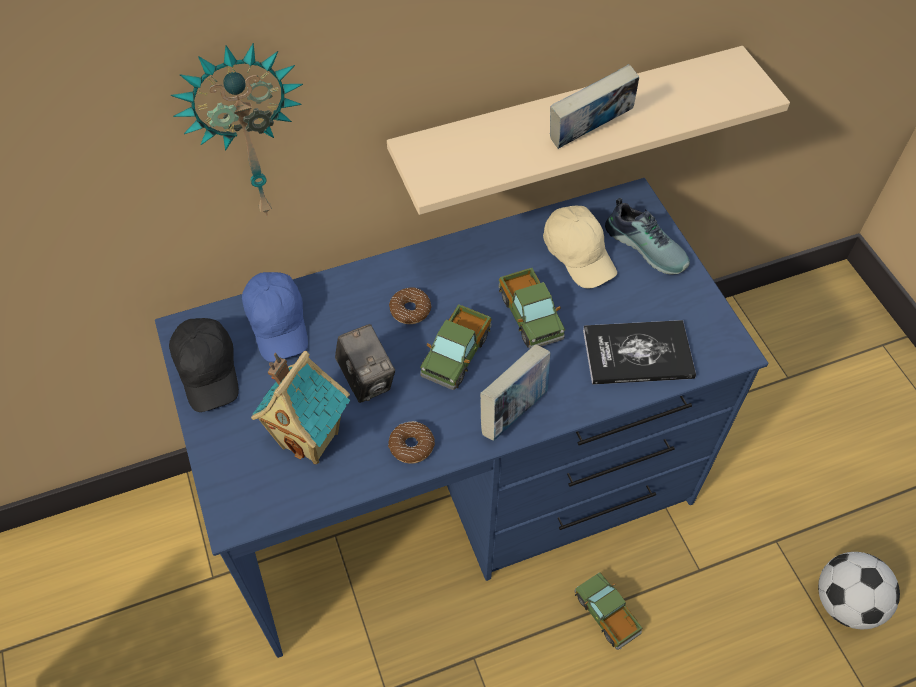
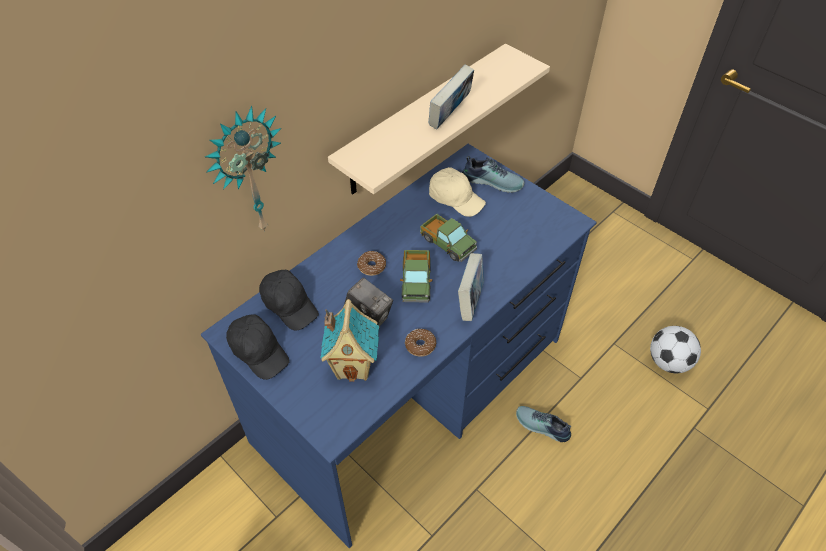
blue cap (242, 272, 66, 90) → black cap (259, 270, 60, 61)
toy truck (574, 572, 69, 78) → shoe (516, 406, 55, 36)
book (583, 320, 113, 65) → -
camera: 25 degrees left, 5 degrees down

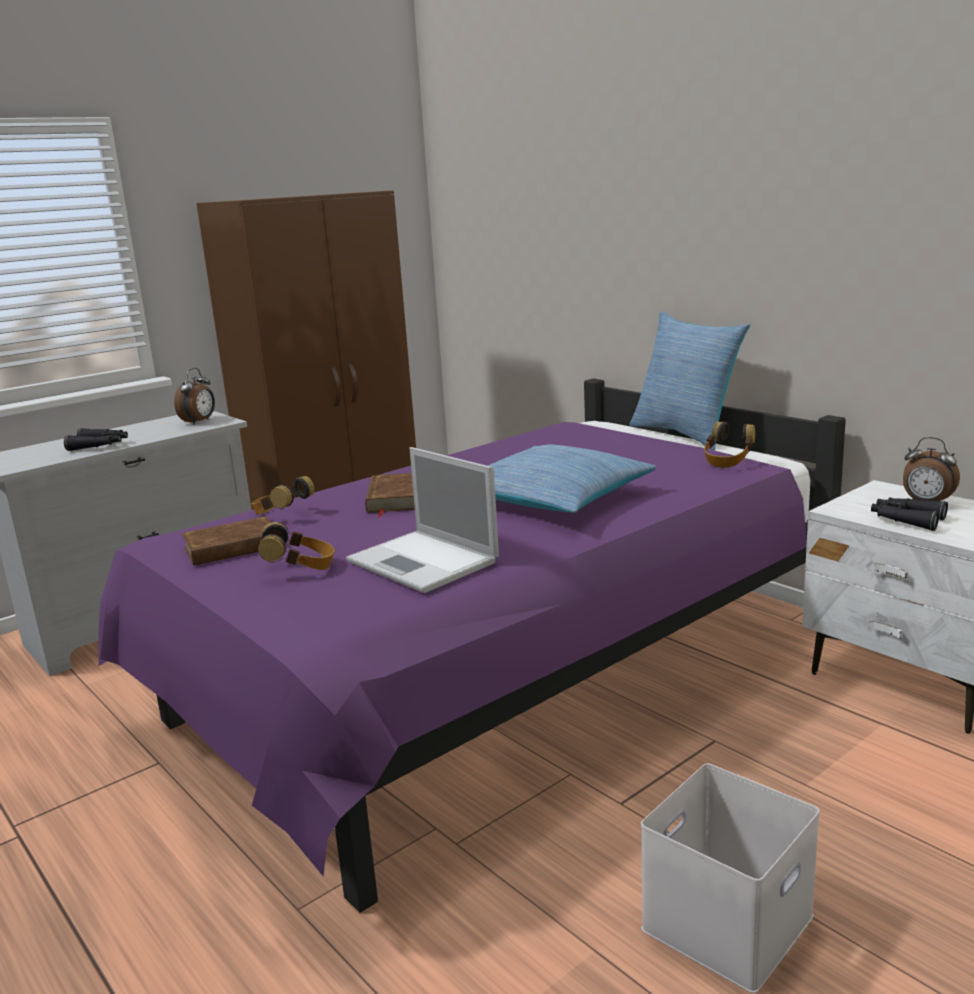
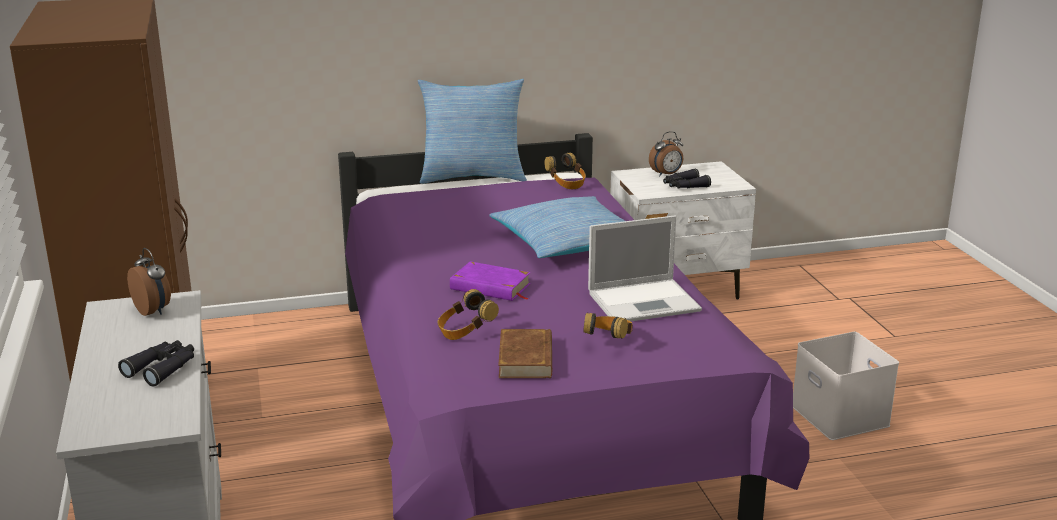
brown book (365, 473, 50, 44) → purple book (450, 261, 81, 40)
camera: 65 degrees left, 5 degrees up

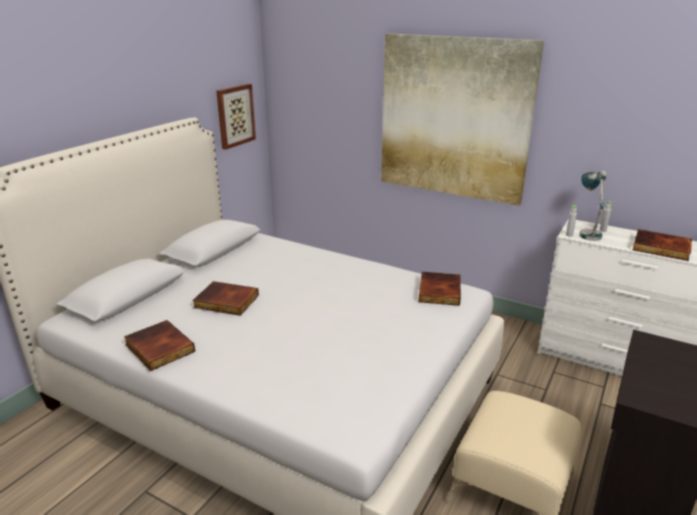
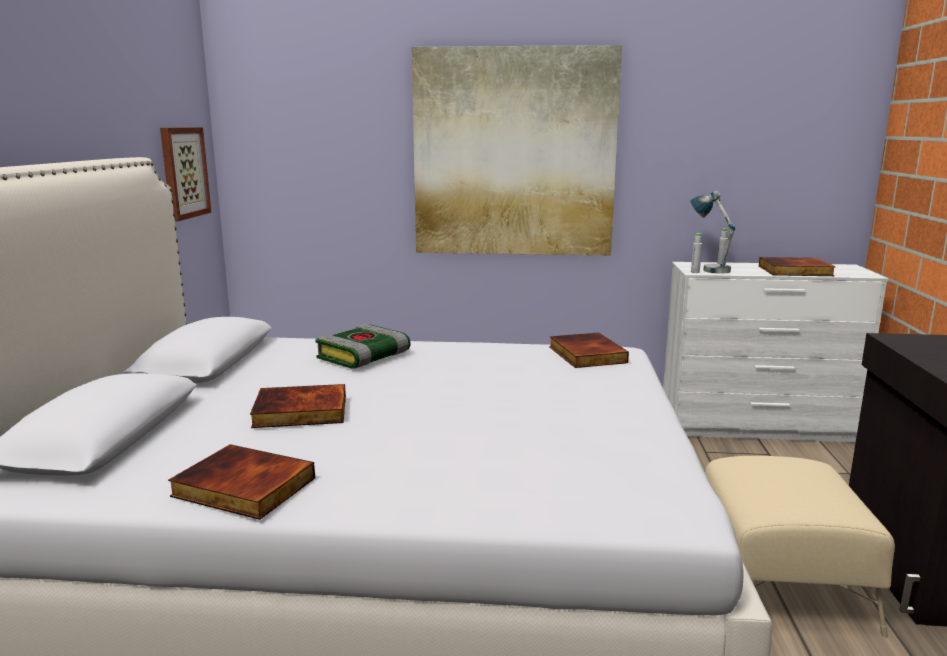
- → book (315, 324, 96, 45)
camera: 25 degrees left, 10 degrees down

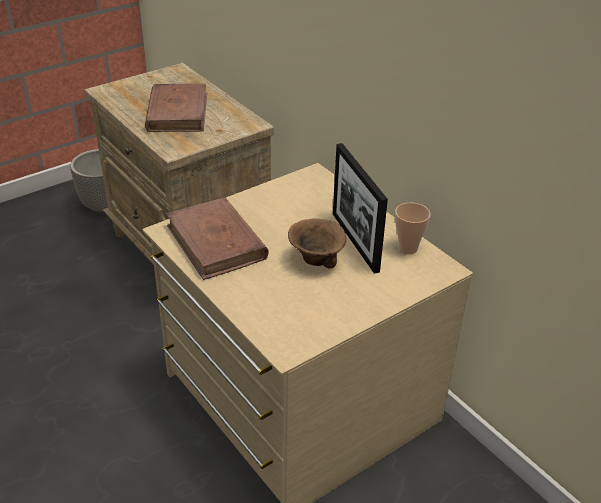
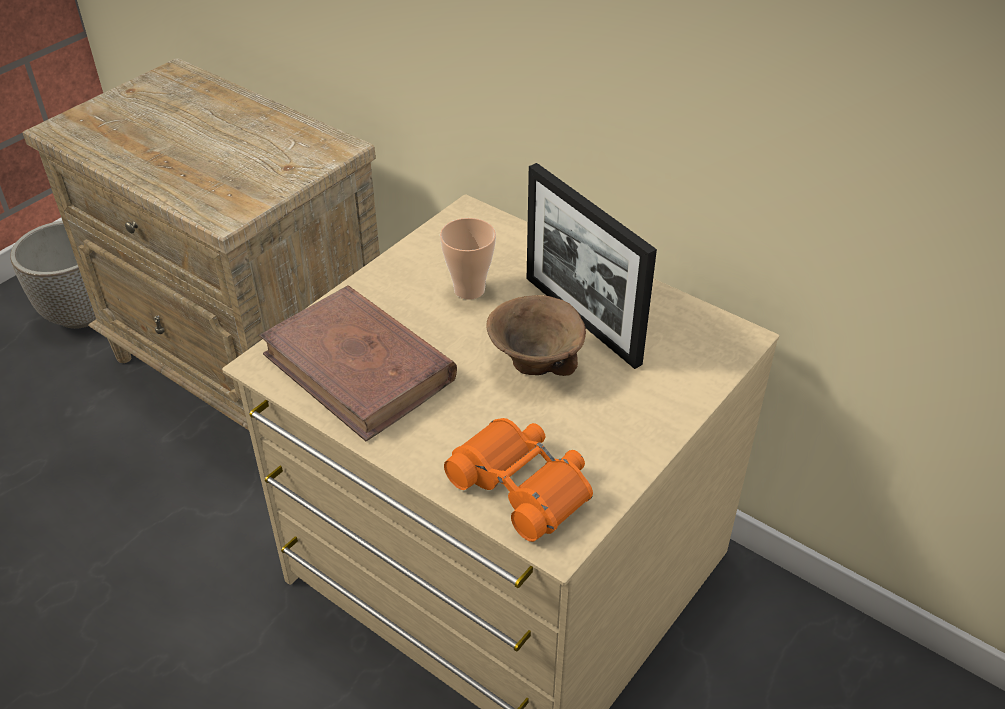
cup (395, 203, 36, 51) → cup (440, 218, 56, 82), move
- → orange binoculars (444, 418, 149, 124)
brown book (145, 83, 62, 49) → -
camera: 15 degrees left, 5 degrees up

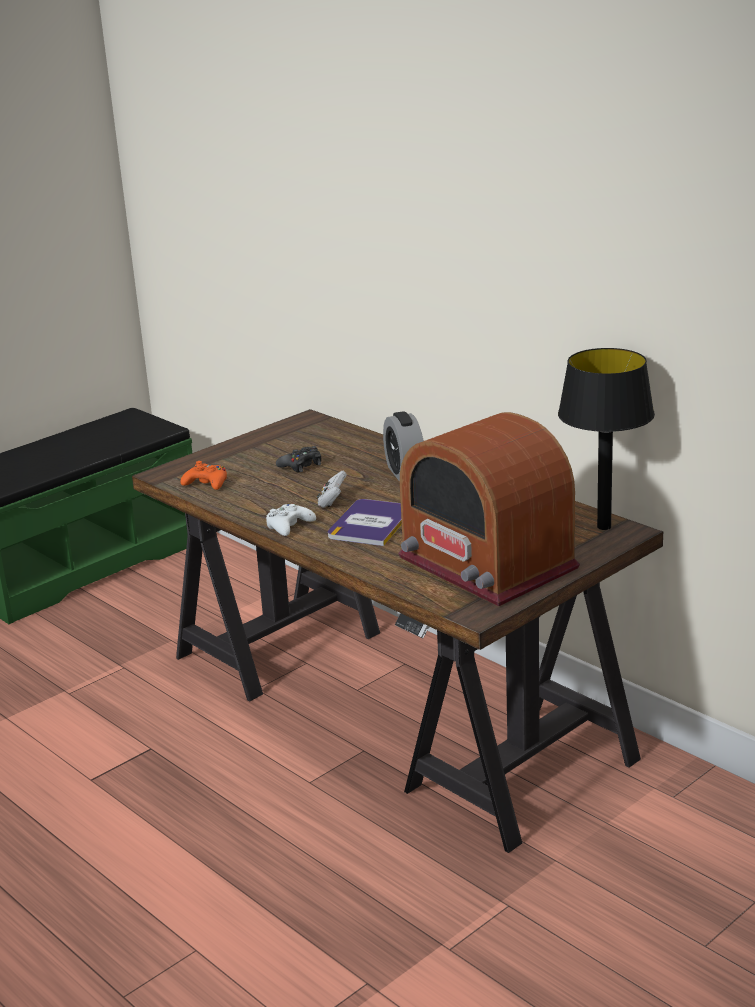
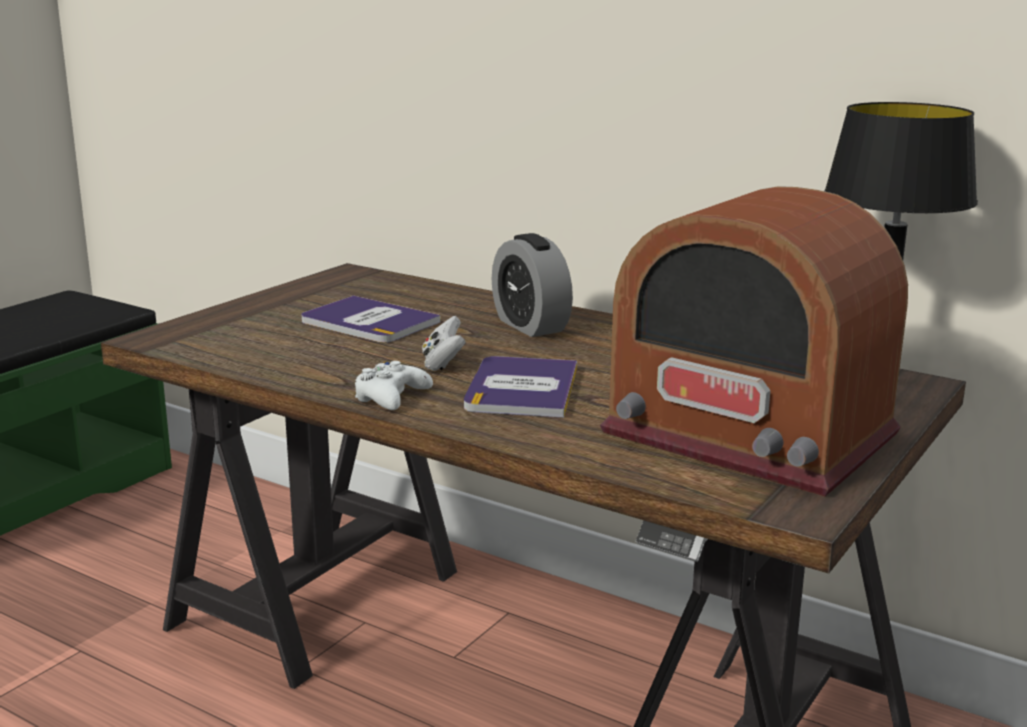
black game controller (276, 446, 45, 27) → book (301, 296, 140, 47)
orange game controller (180, 461, 47, 29) → -
camera: 15 degrees left, 5 degrees down

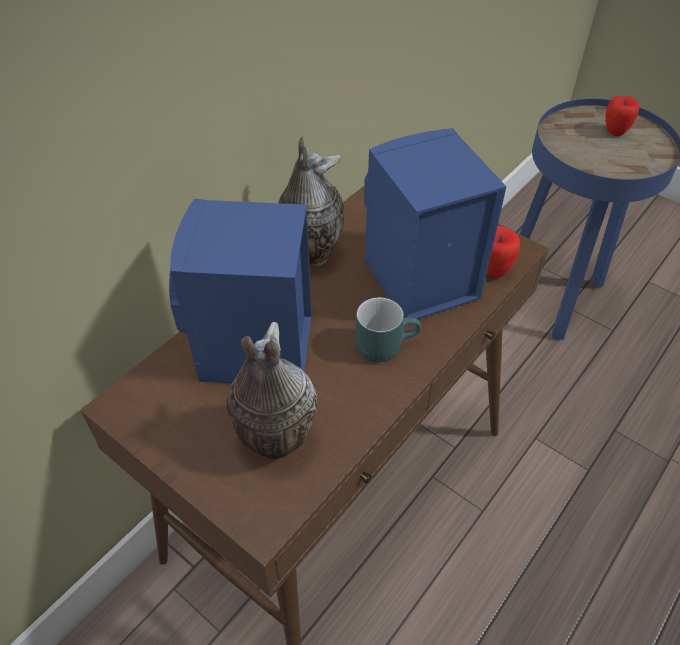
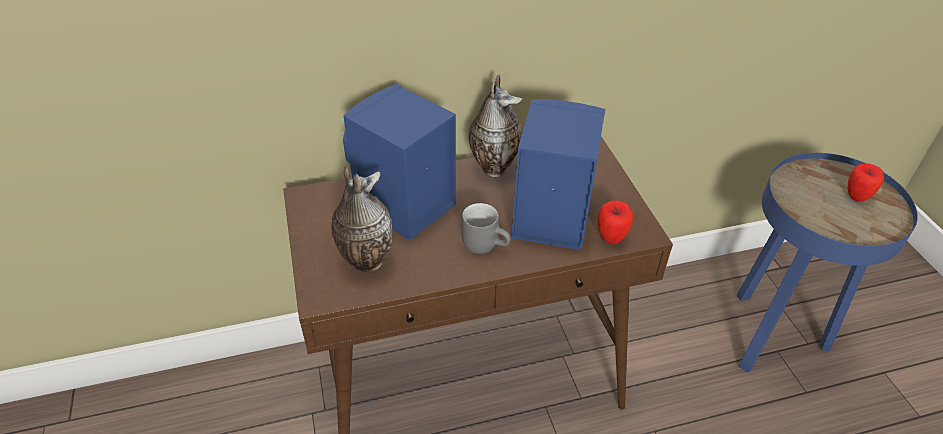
turquoise mug (356, 297, 65, 65) → grey mug (462, 203, 49, 51)
camera: 35 degrees right, 5 degrees down

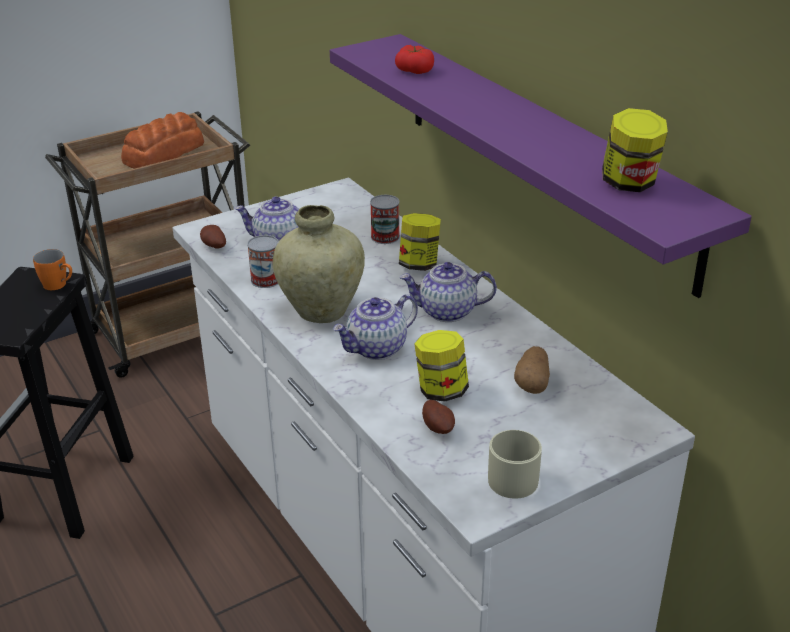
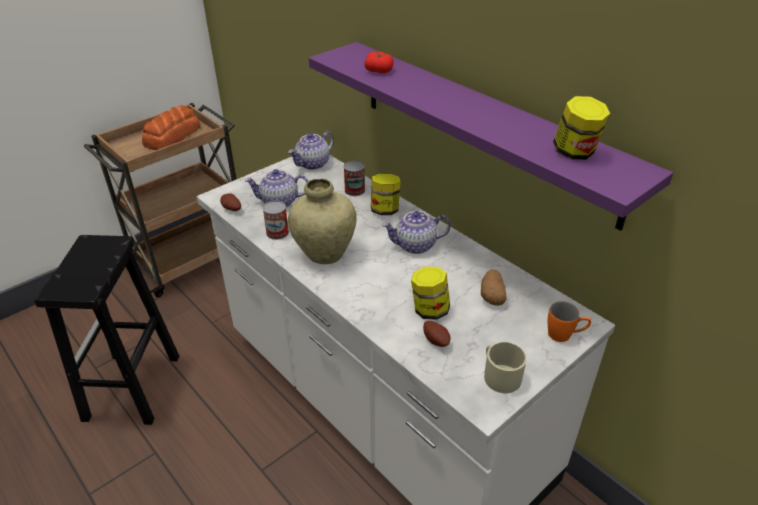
teapot (333, 294, 85, 66) → teapot (288, 131, 46, 39), move
orange mug (33, 249, 39, 41) → orange mug (547, 301, 44, 41), move
camera: 10 degrees left, 5 degrees up

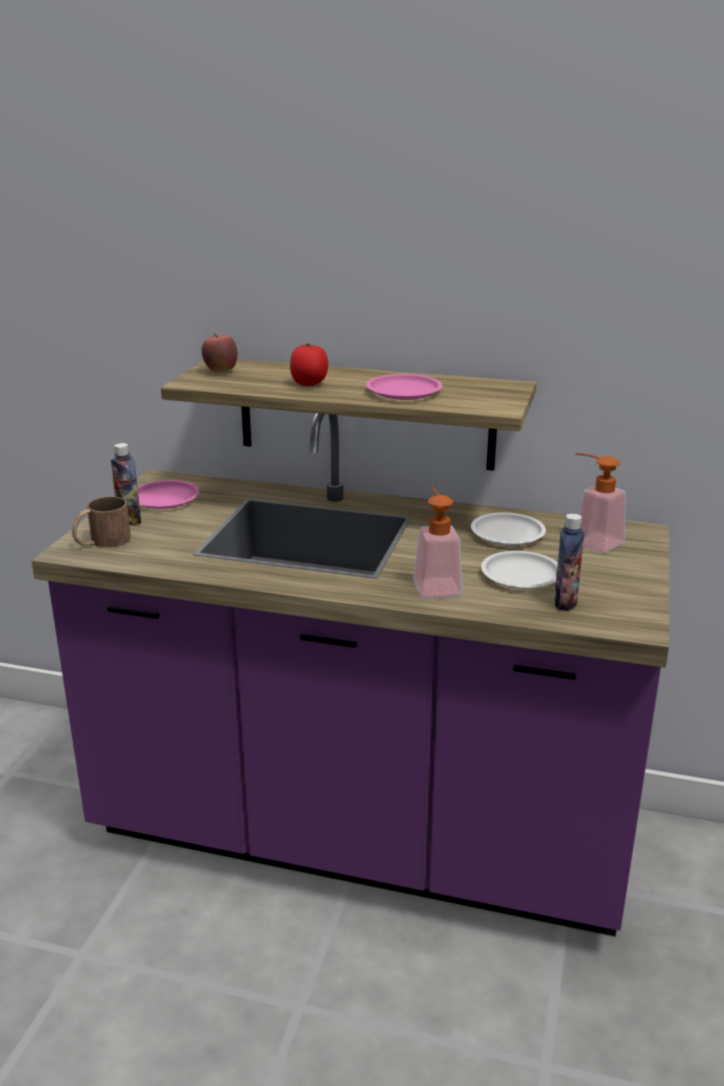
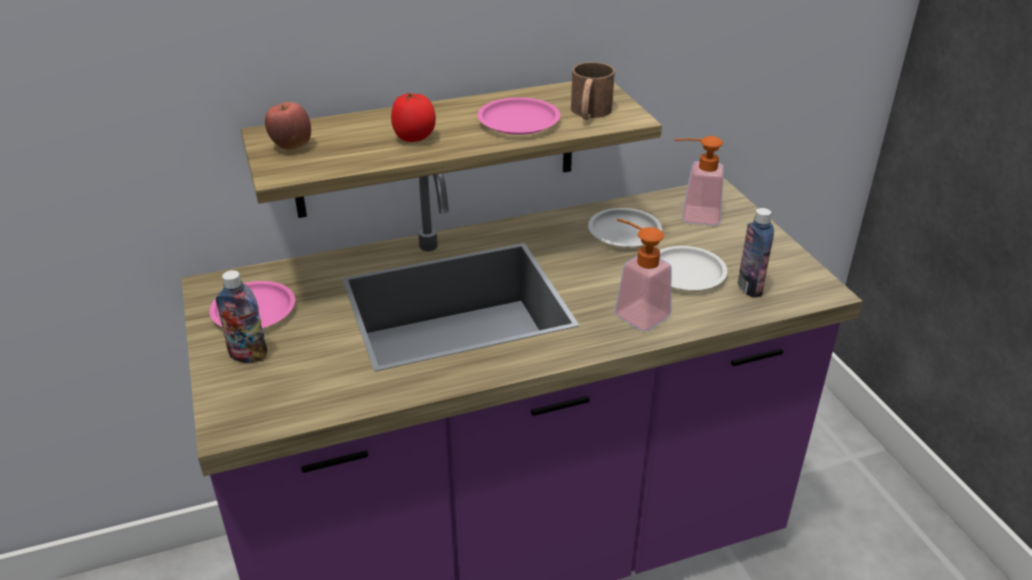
brown mug (72, 496, 59, 52) → brown mug (571, 62, 44, 58), move
camera: 35 degrees left, 10 degrees up

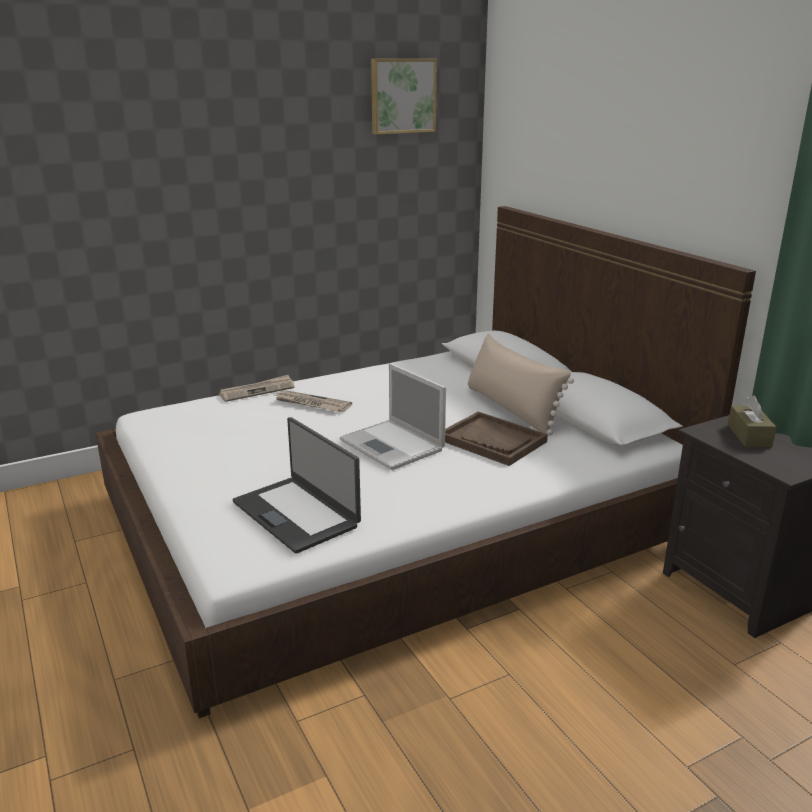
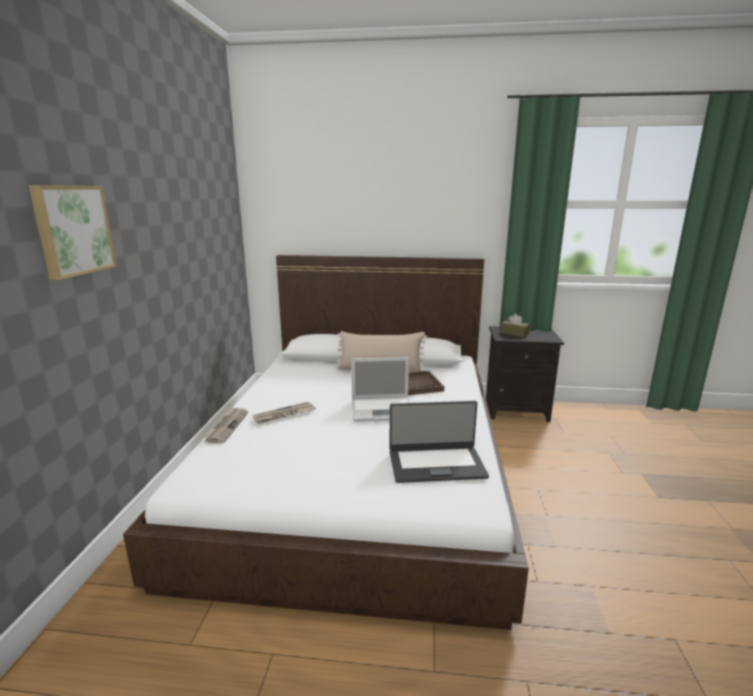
picture (371, 59, 66, 76) → picture (29, 185, 88, 95), move
camera: 55 degrees left, 5 degrees down

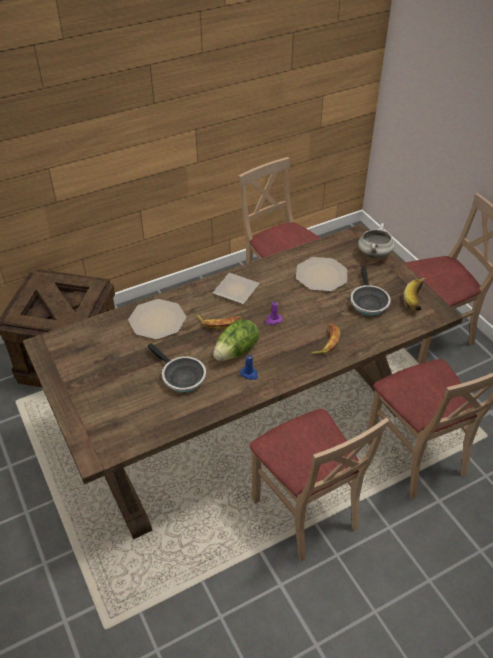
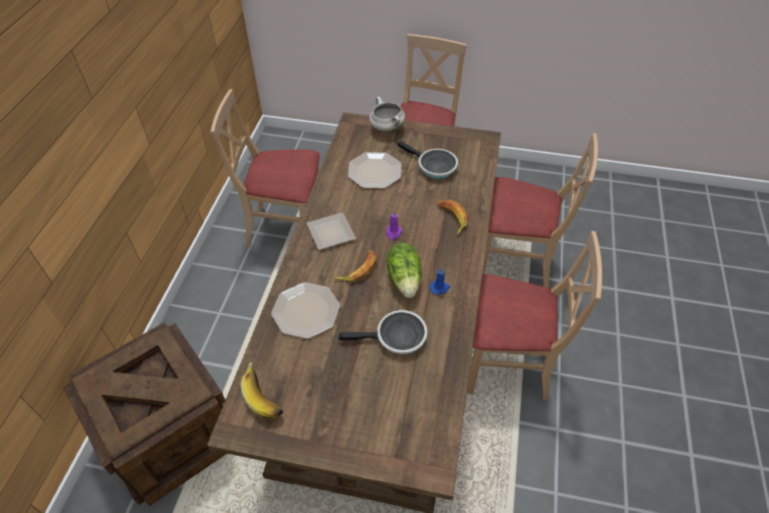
banana (404, 278, 21, 33) → banana (241, 362, 42, 57), move
camera: 50 degrees left, 5 degrees up

